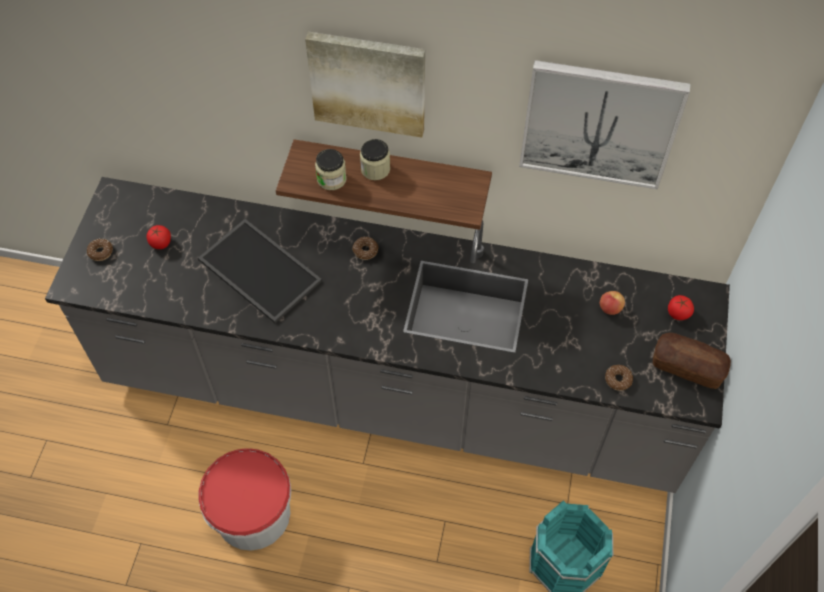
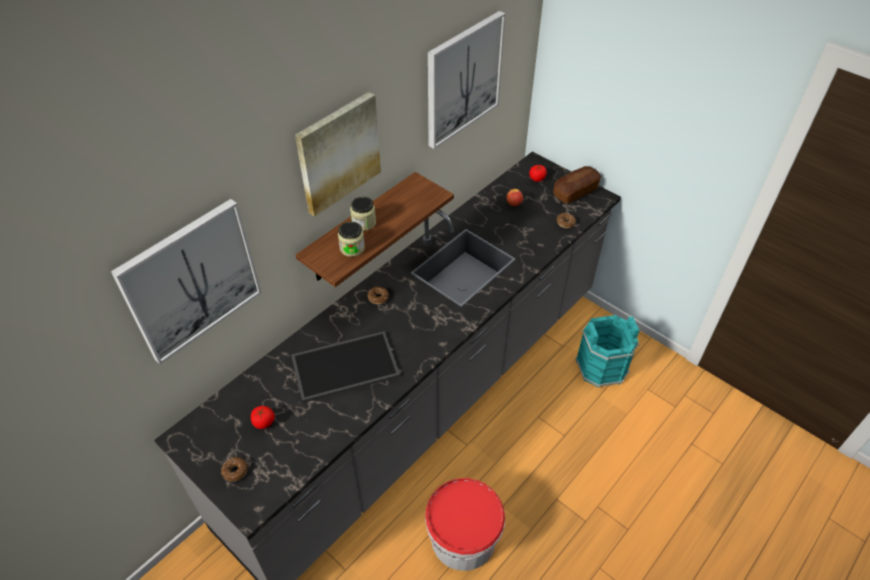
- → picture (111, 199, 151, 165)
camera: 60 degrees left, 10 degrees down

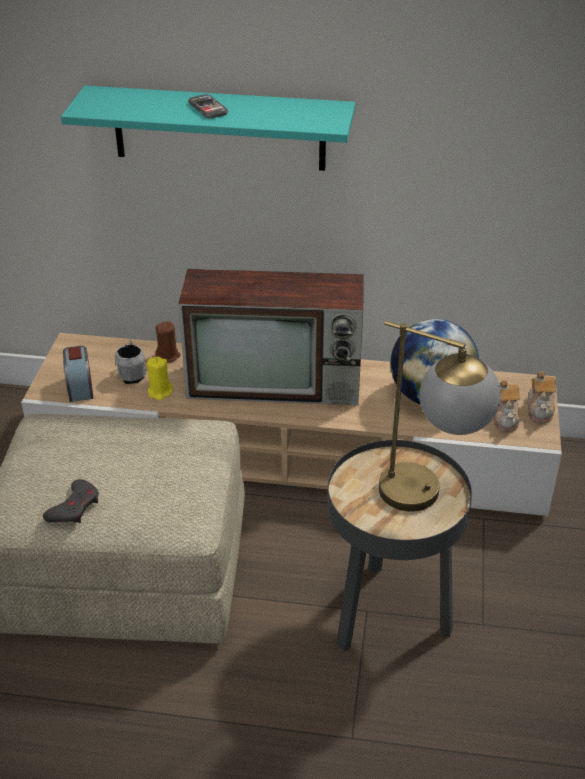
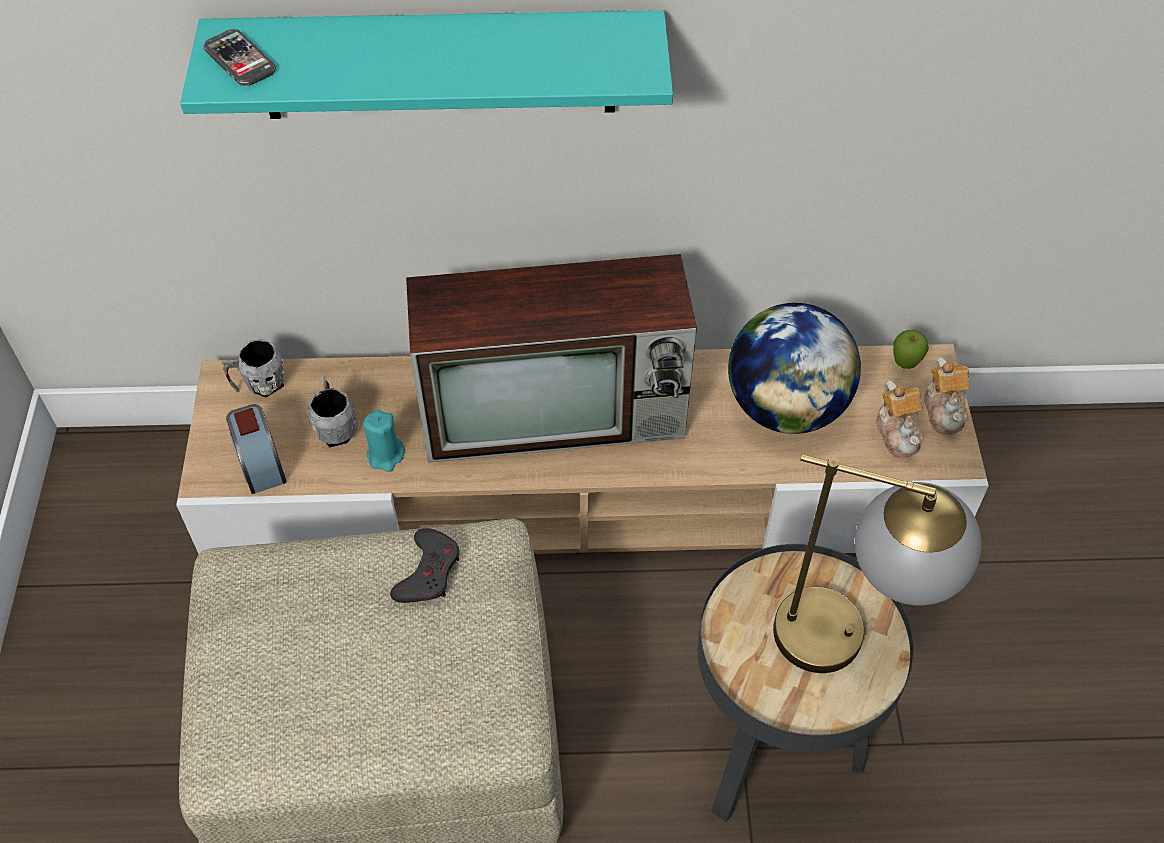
phone (188, 94, 40, 24) → phone (203, 29, 73, 57), move
- → grey mug (221, 339, 63, 58)
yellow candle (147, 356, 26, 45) → turquoise candle (363, 410, 41, 62)
grey game controller (43, 479, 56, 44) → grey game controller (390, 528, 69, 75), move
- → apple (893, 330, 36, 39)
brown candle (155, 321, 26, 41) → -
camera: 10 degrees left, 15 degrees up

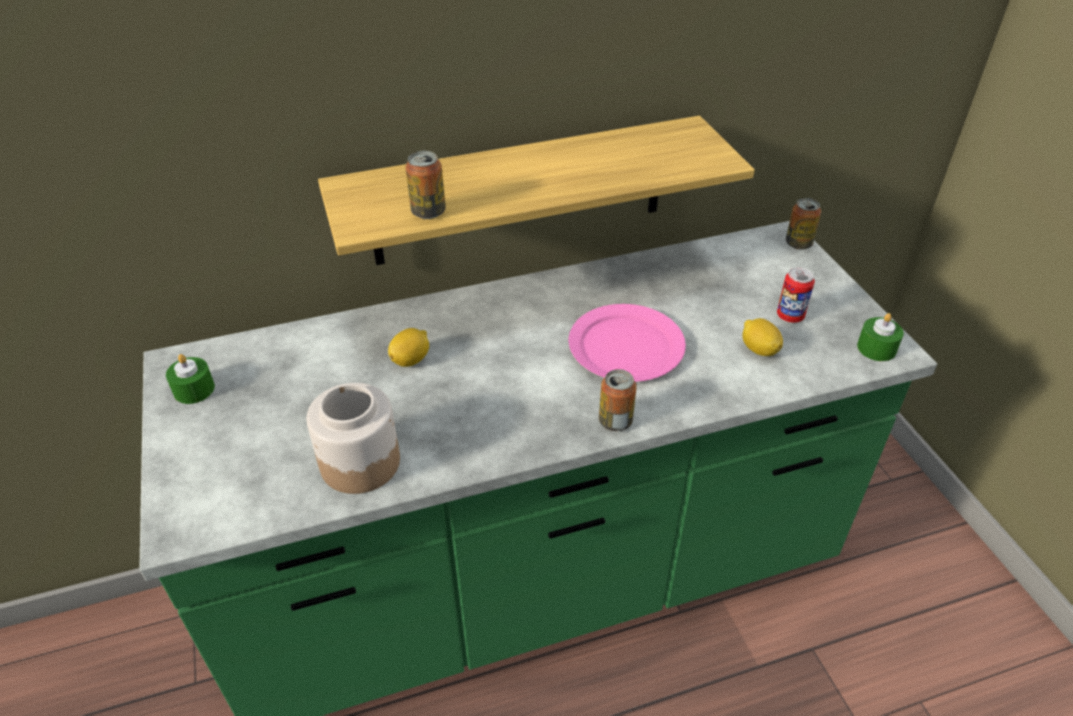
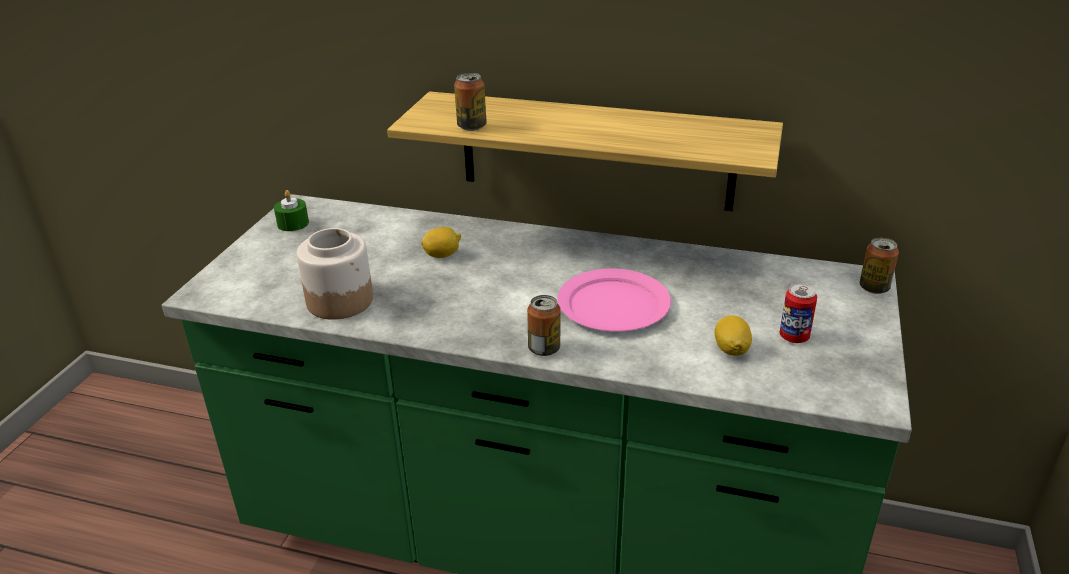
green candle (857, 313, 47, 48) → -
camera: 35 degrees right, 10 degrees down

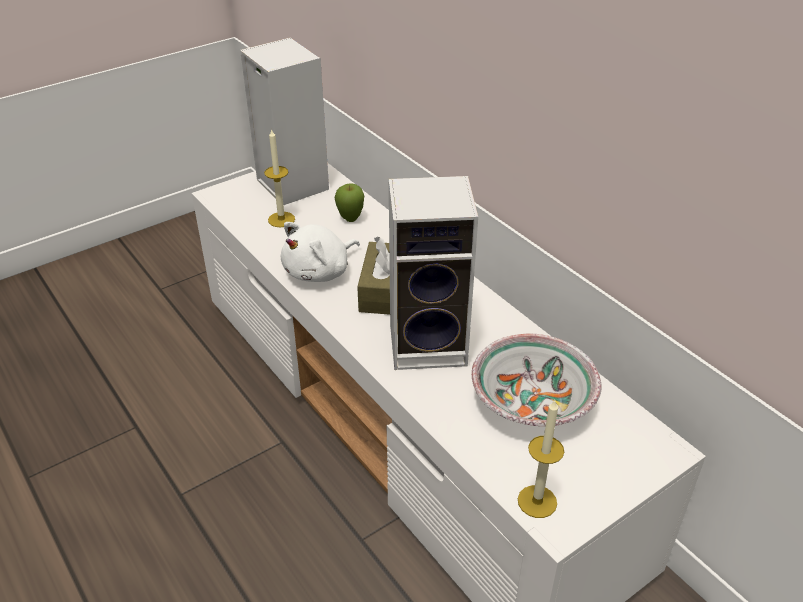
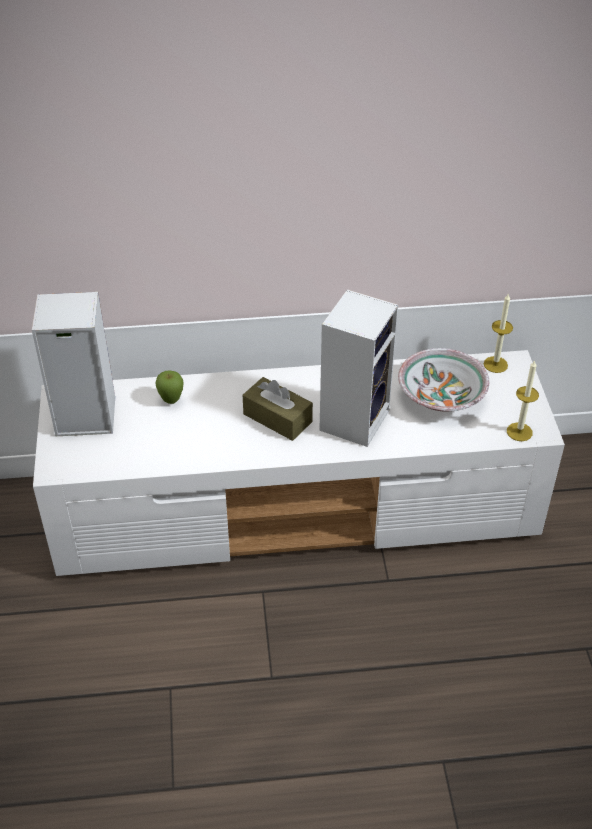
candle (264, 128, 31, 100) → candle (484, 293, 29, 80), move
white plush toy (281, 222, 79, 60) → -
camera: 60 degrees left, 5 degrees up

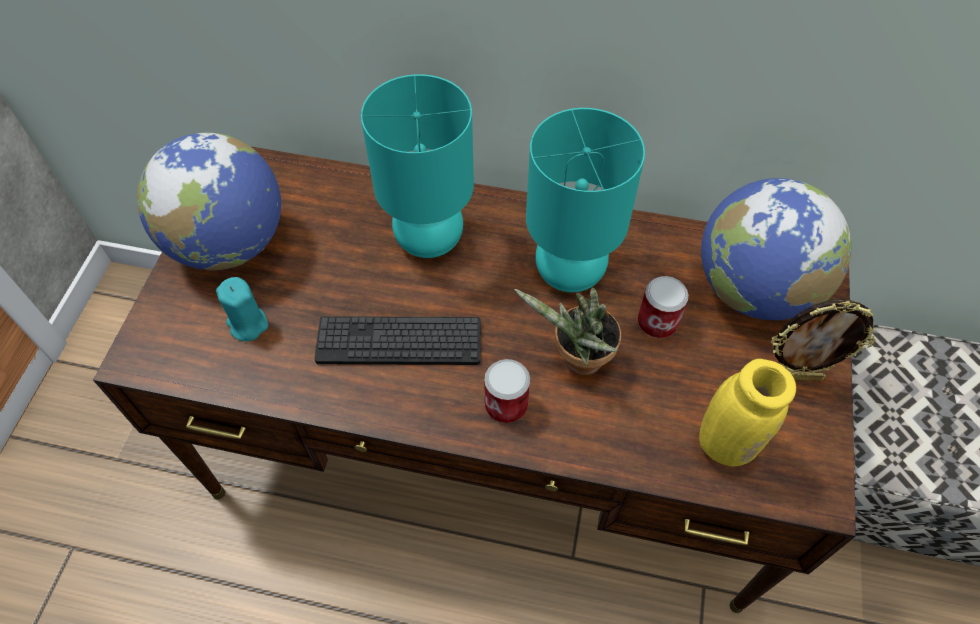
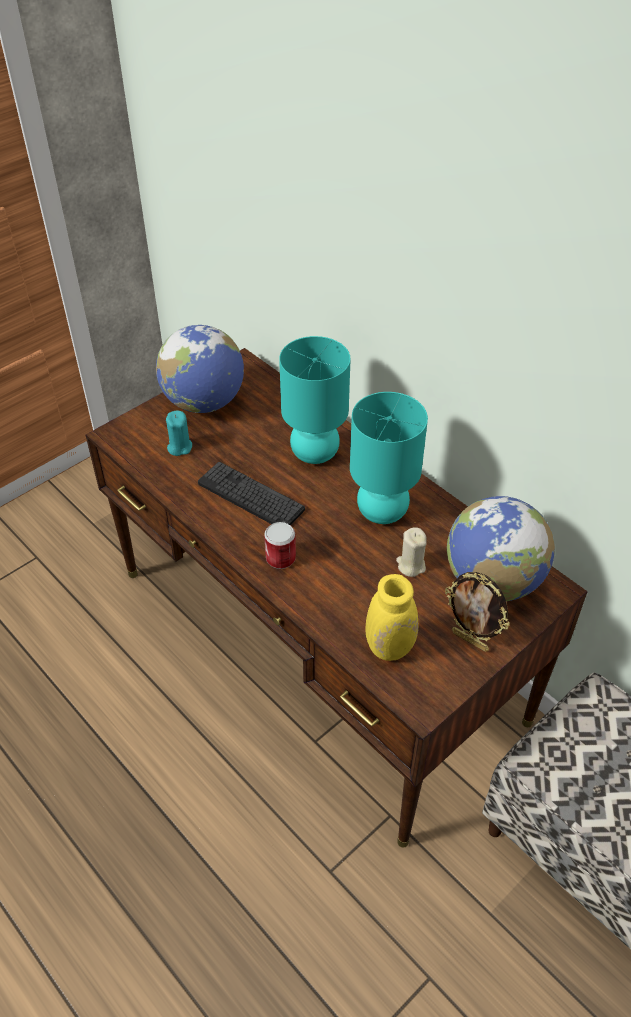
can (638, 276, 51, 62) → beige candle (396, 527, 31, 50)
potted plant (514, 288, 107, 87) → -
camera: 35 degrees right, 10 degrees down

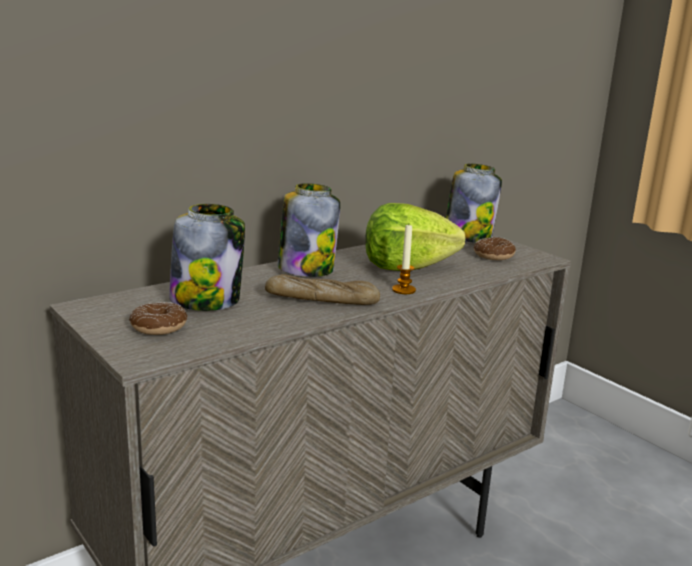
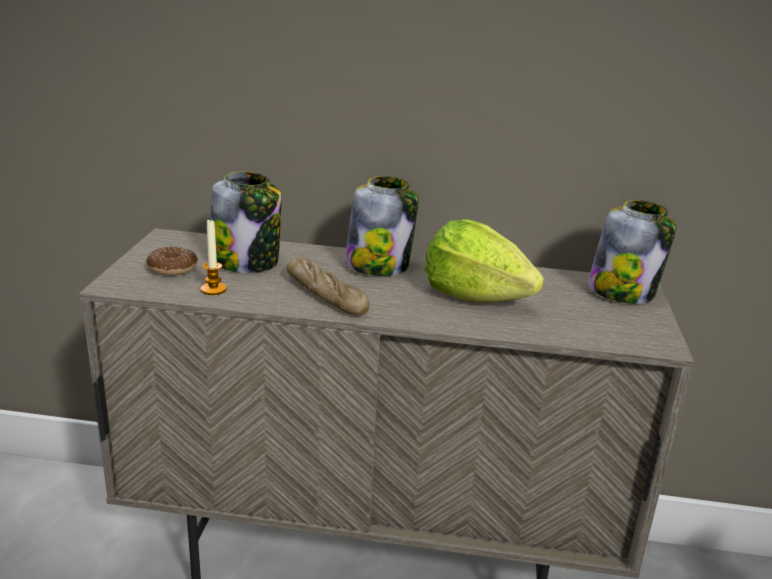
candle (392, 225, 24, 69) → candle (201, 218, 26, 77), move
donut (474, 237, 42, 23) → -
camera: 45 degrees right, 5 degrees up

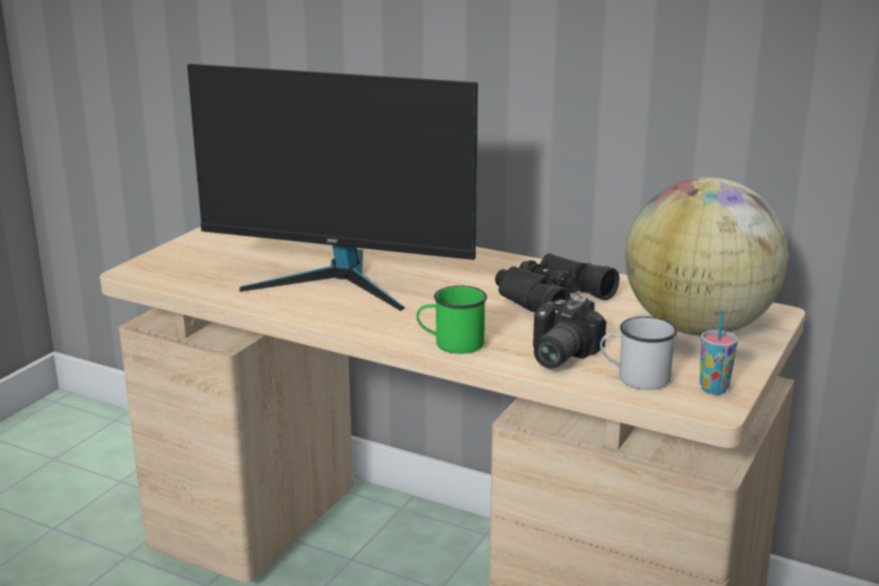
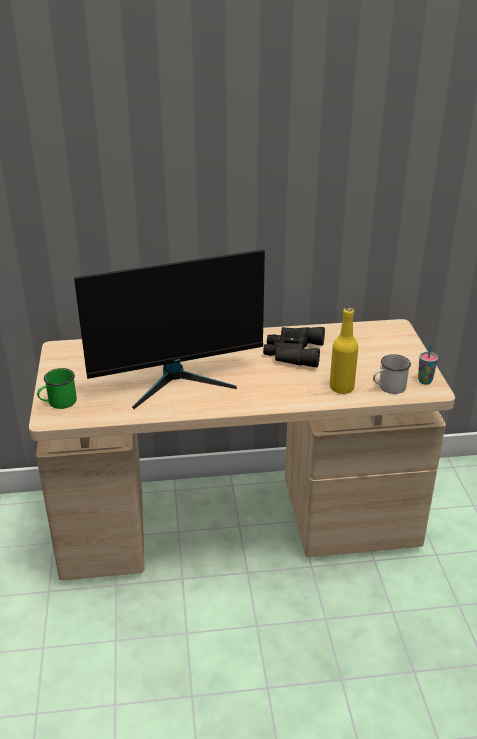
green mug (417, 286, 70, 68) → green mug (37, 368, 40, 41), move
photo camera (533, 296, 73, 73) → yellow bottle (330, 308, 28, 86)
globe (625, 177, 163, 159) → -
camera: 35 degrees left, 10 degrees up

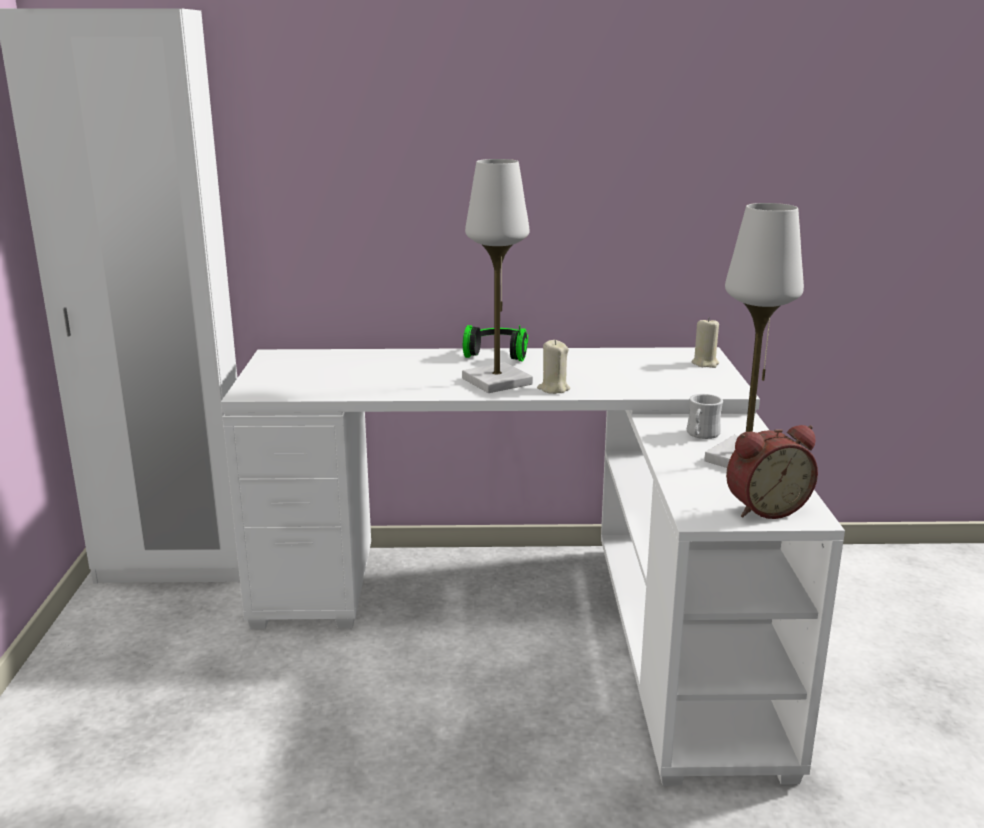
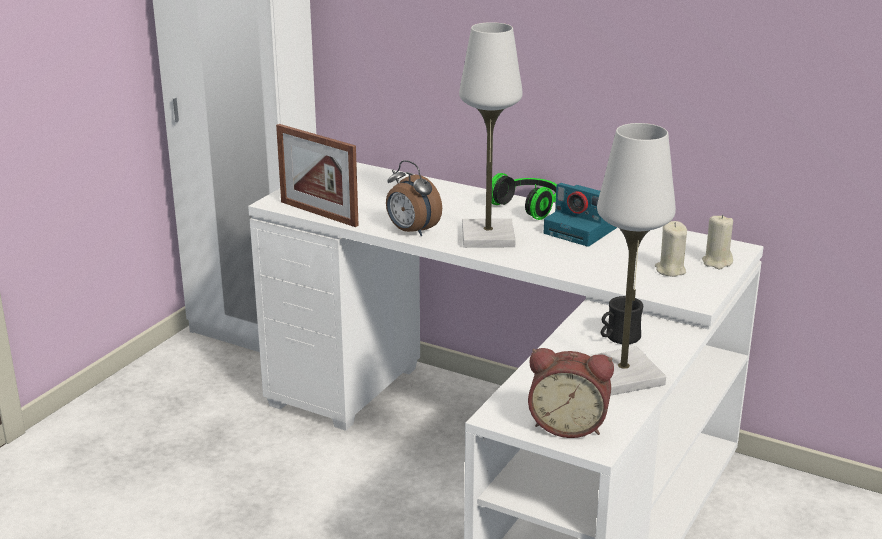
- → picture frame (276, 124, 83, 103)
- → alarm clock (386, 160, 56, 76)
- → photo camera (544, 183, 73, 64)
white mug (687, 394, 36, 45) → black mug (600, 296, 43, 48)
beige candle (537, 340, 33, 54) → beige candle (655, 221, 32, 56), move
camera: 30 degrees right, 5 degrees up

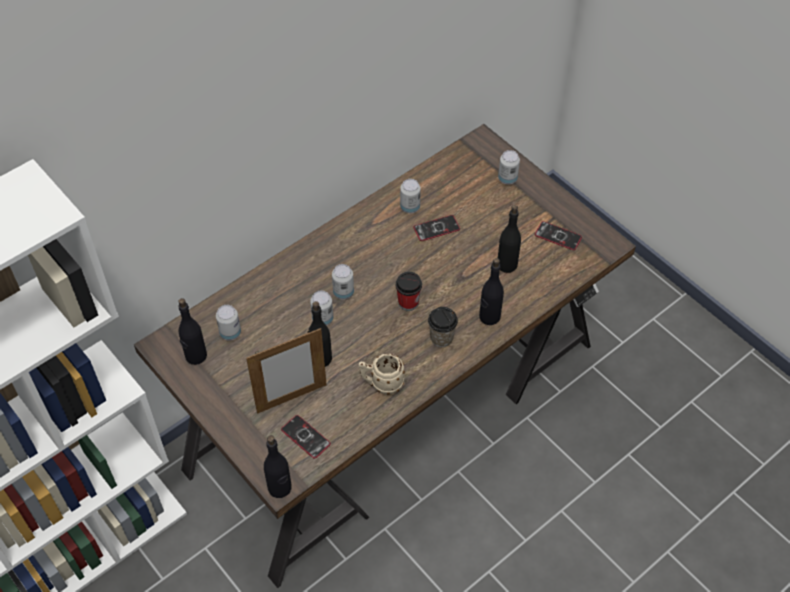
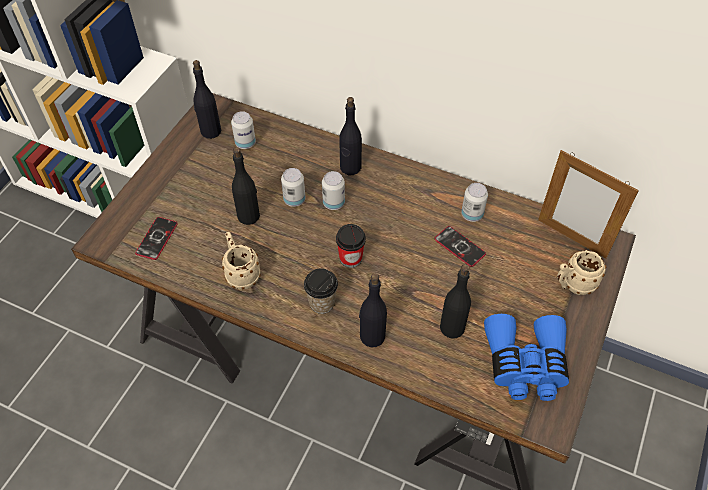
black bottle (264, 435, 27, 63) → black bottle (339, 97, 23, 78), move
phone (535, 221, 47, 29) → blue binoculars (484, 314, 85, 87)
picture frame (246, 328, 81, 86) → picture frame (538, 150, 101, 108), move
can (498, 150, 22, 35) → beige mug (557, 250, 49, 45)
camera: 65 degrees right, 0 degrees up

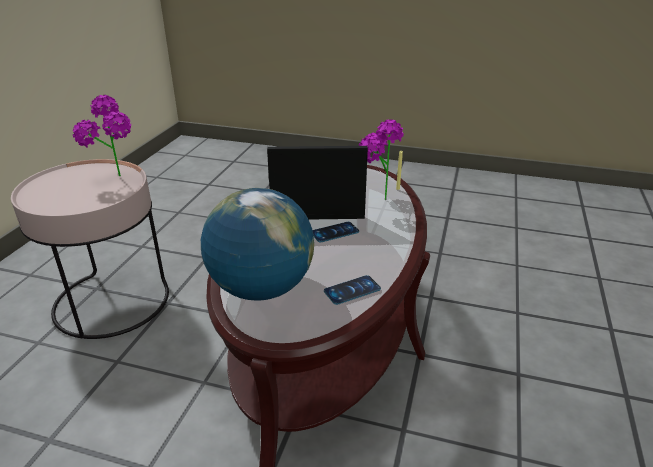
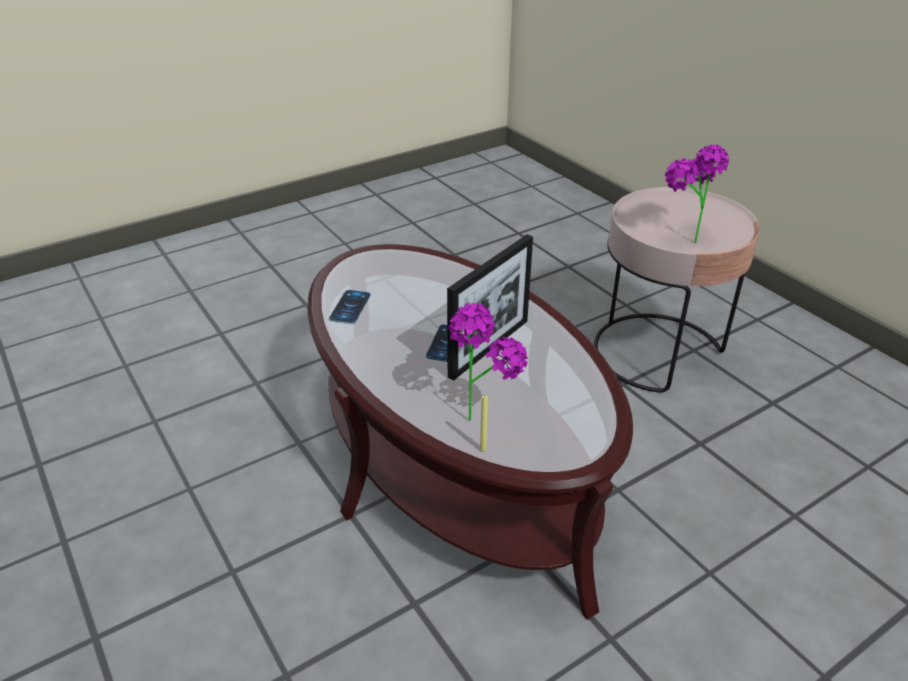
globe (201, 188, 113, 113) → -
camera: 130 degrees right, 5 degrees up

